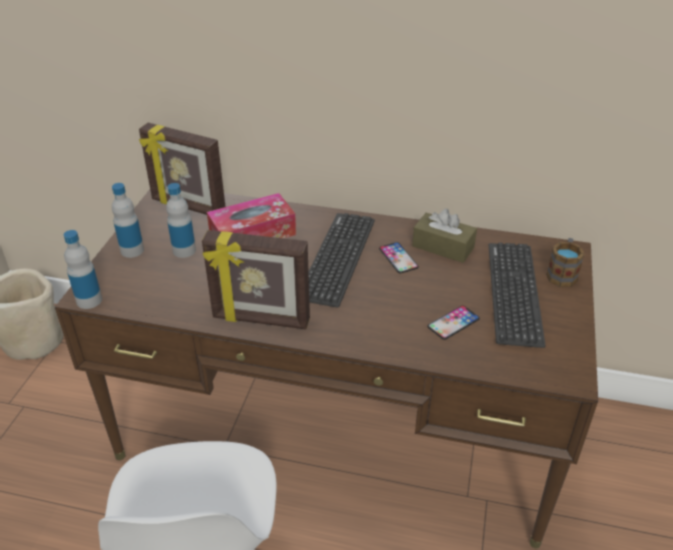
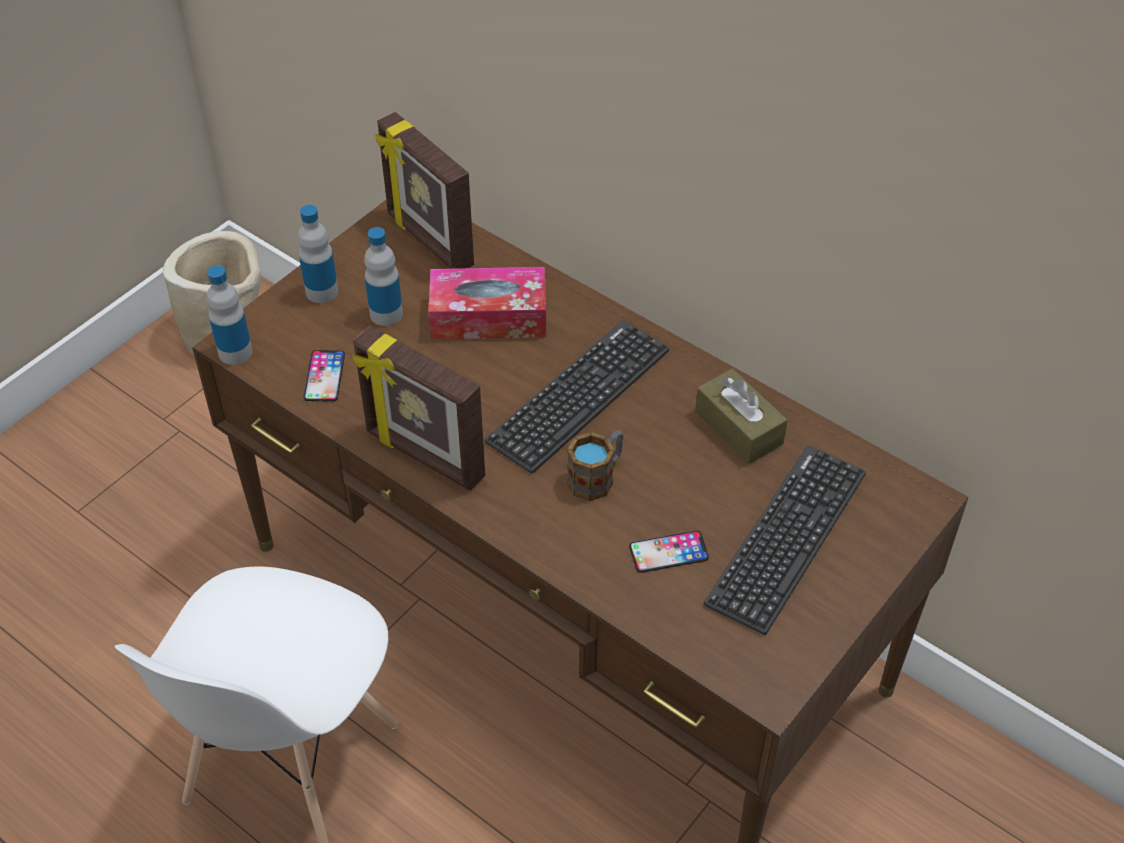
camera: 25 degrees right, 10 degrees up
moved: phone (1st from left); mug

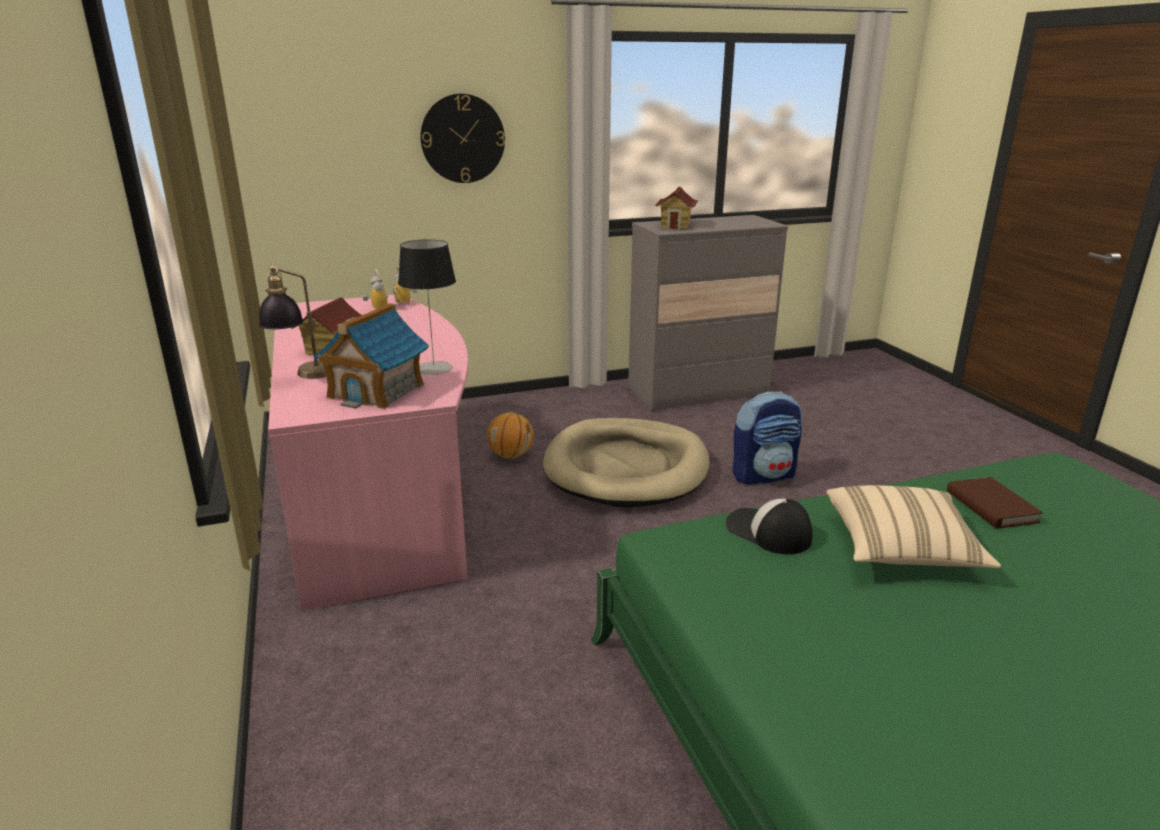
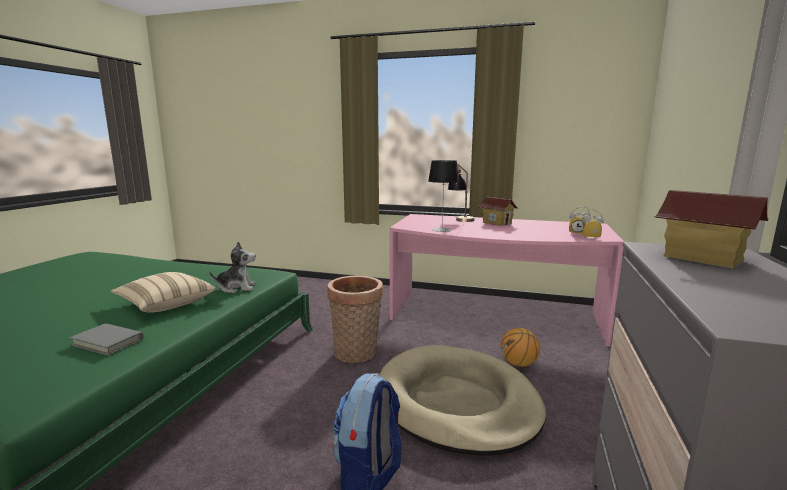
camera: 125 degrees right, 10 degrees down
removed: toy house (2nd from left); wall clock
added: basket
replaced: cap to plush toy
recoloured: book in brown to book in grey

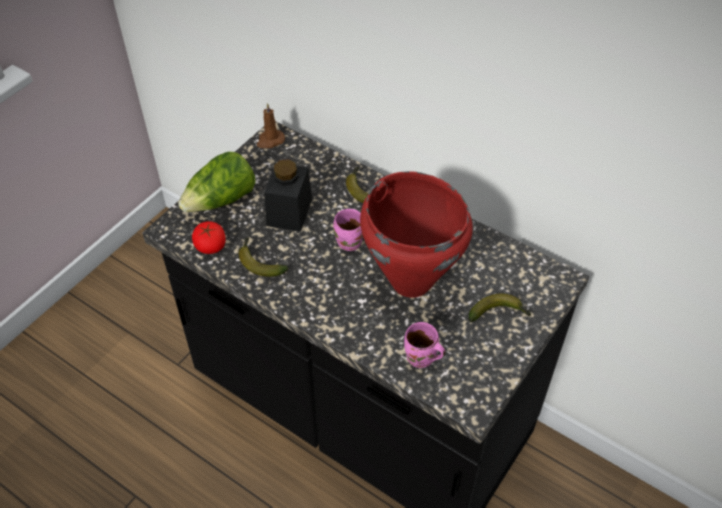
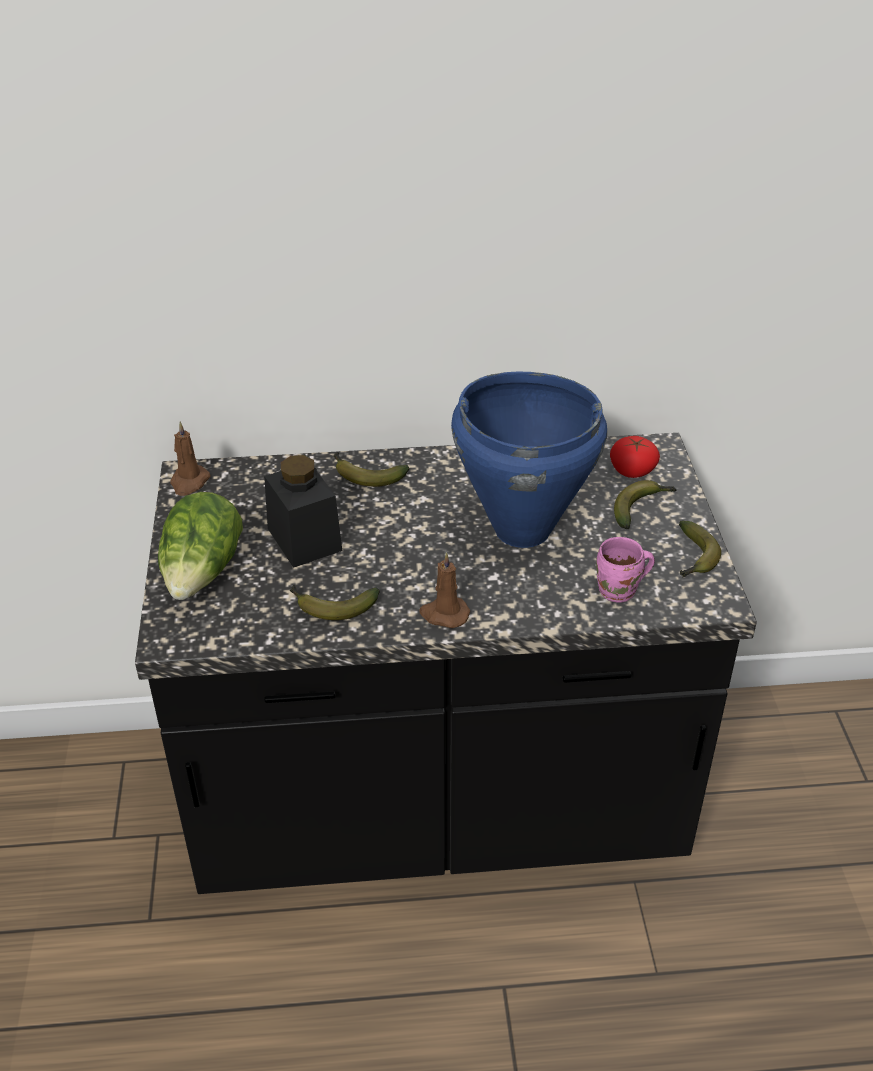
camera: 40 degrees left, 10 degrees down
removed: mug in pink (1st from left)
added: candle in brown (2nd from left); banana (4th from left)
moved: tomato
recoloured: cooking pot in red to cooking pot in blue

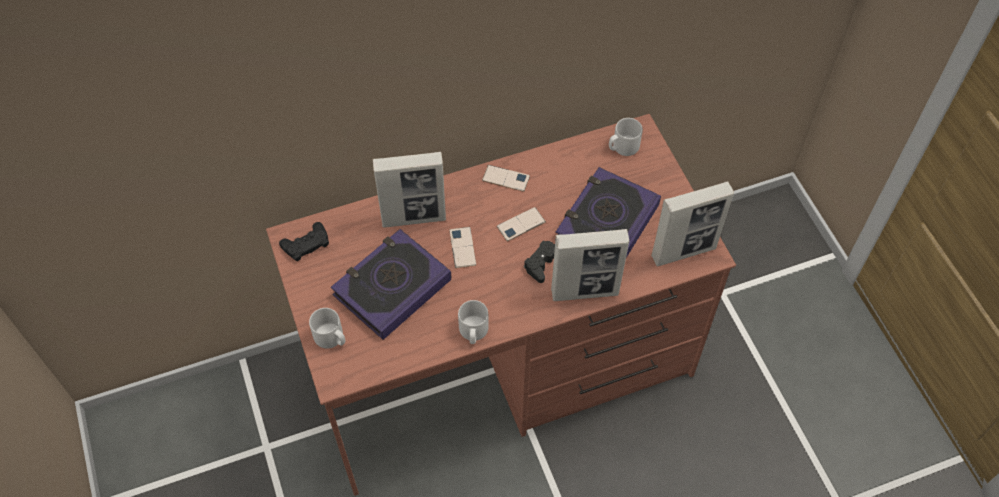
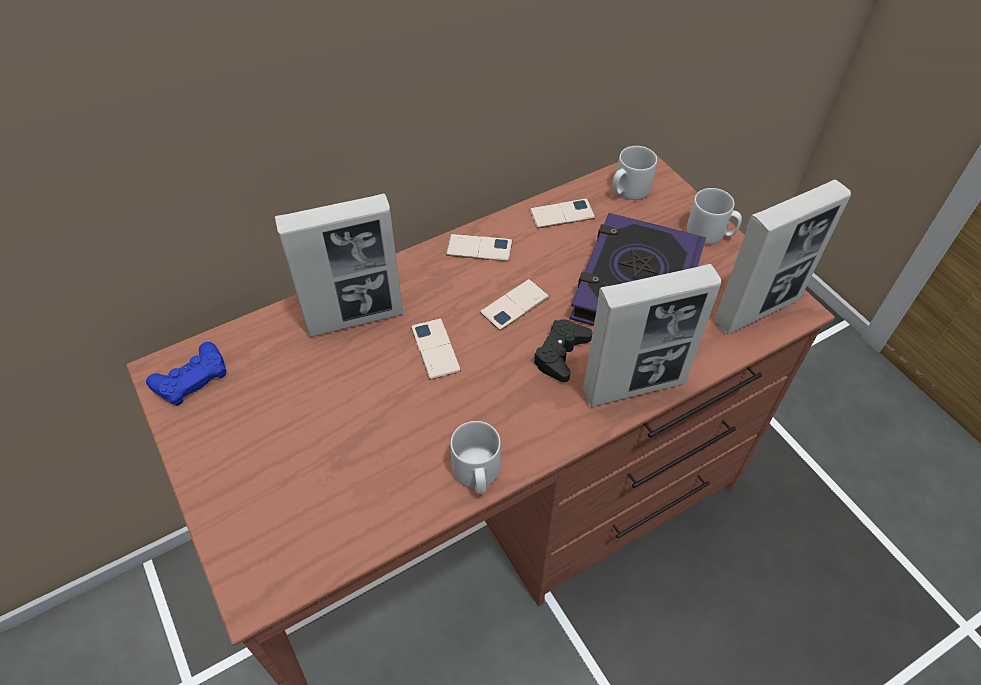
camera: 10 degrees left, 5 degrees down
removed: book (1st from left)
added: phone (4th from left)
moved: mug in grey (1st from left in the first image) to mug in grey (3rd from left)
recoloured: game controller in black (1st from left) to game controller in blue

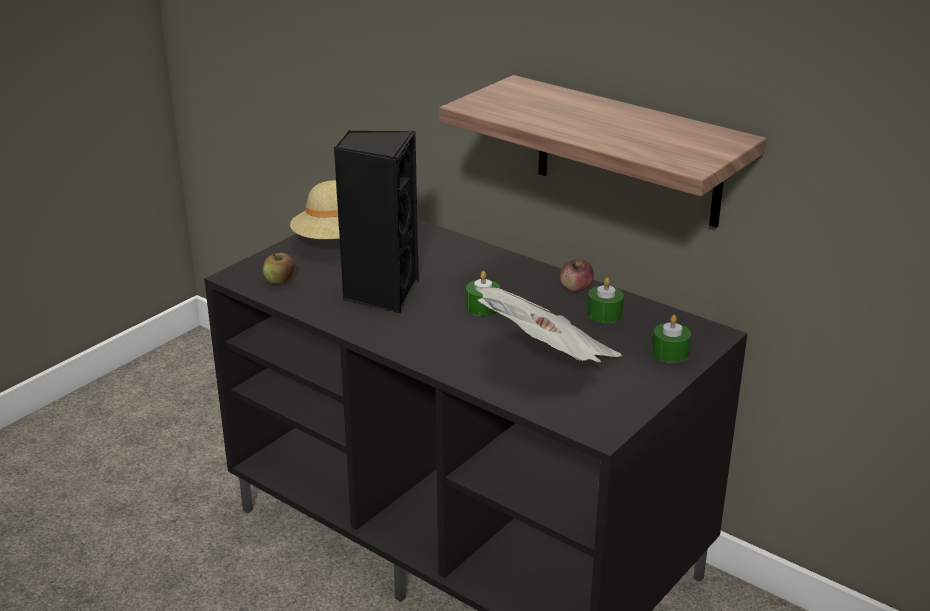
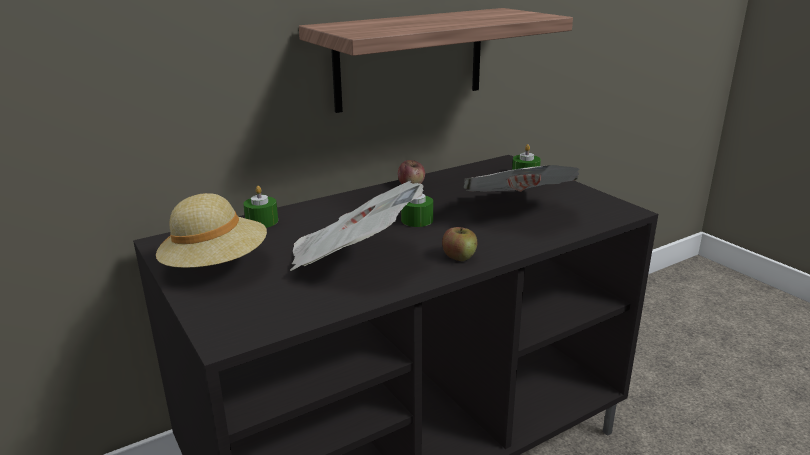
camera: 70 degrees left, 5 degrees down
moved: apple (1st from left in the first image) to apple (2nd from left); candle in green (2nd from left in the first image) to candle in green (1st from left)
replaced: speaker in black to newspaper (1st from left)

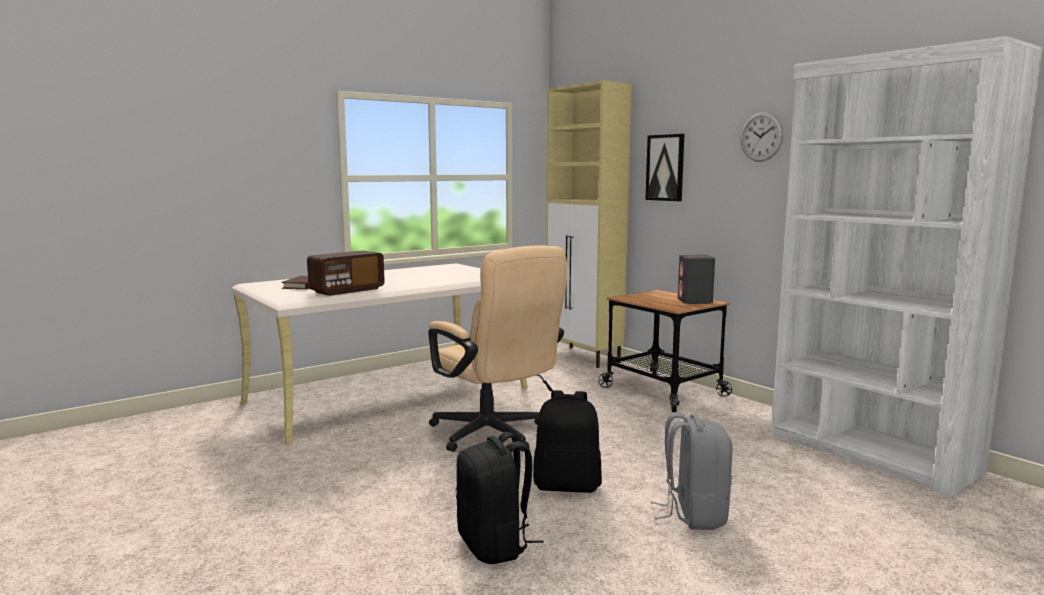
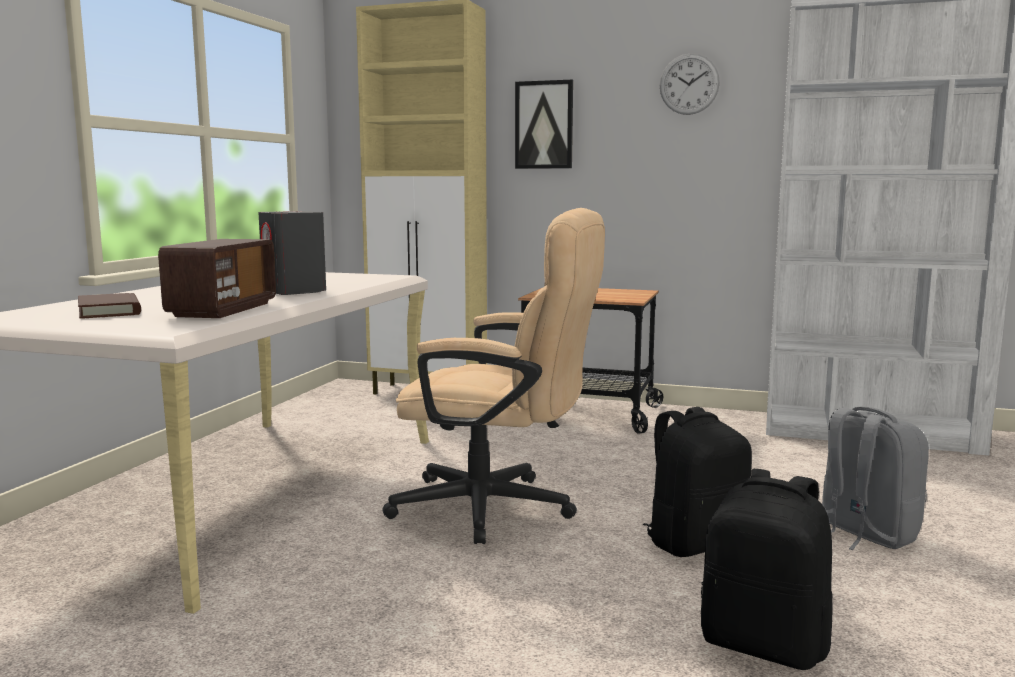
camera: 35 degrees left, 0 degrees up
moved: speaker in grey

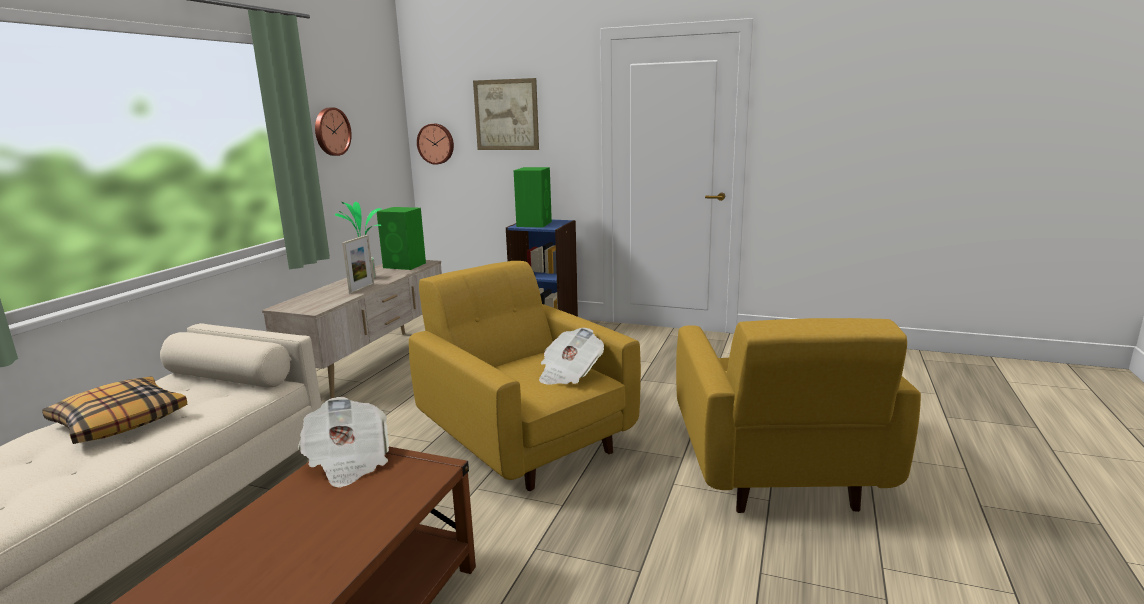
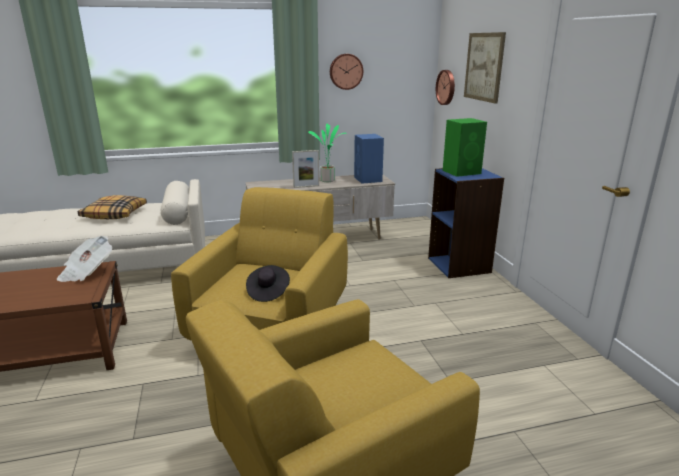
camera: 55 degrees right, 5 degrees up
replaced: newspaper (2nd from left) to hat in black
recoloured: speaker in green (1st from left) to speaker in blue

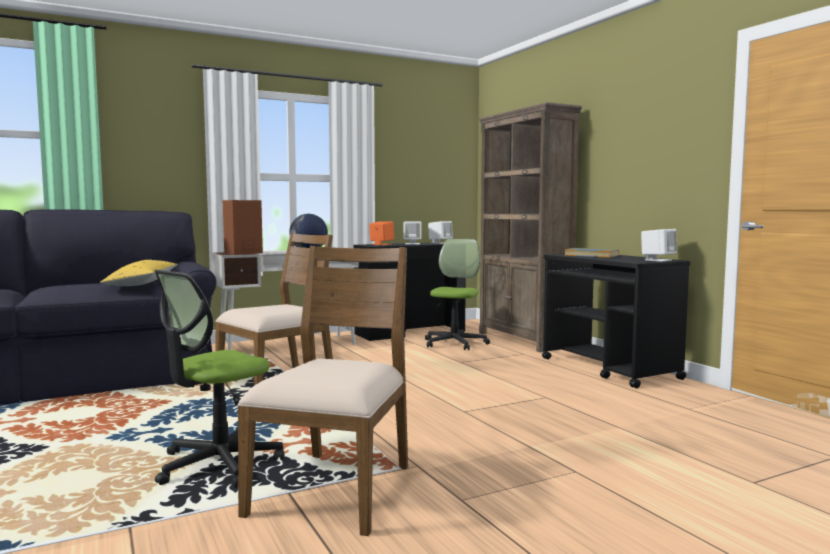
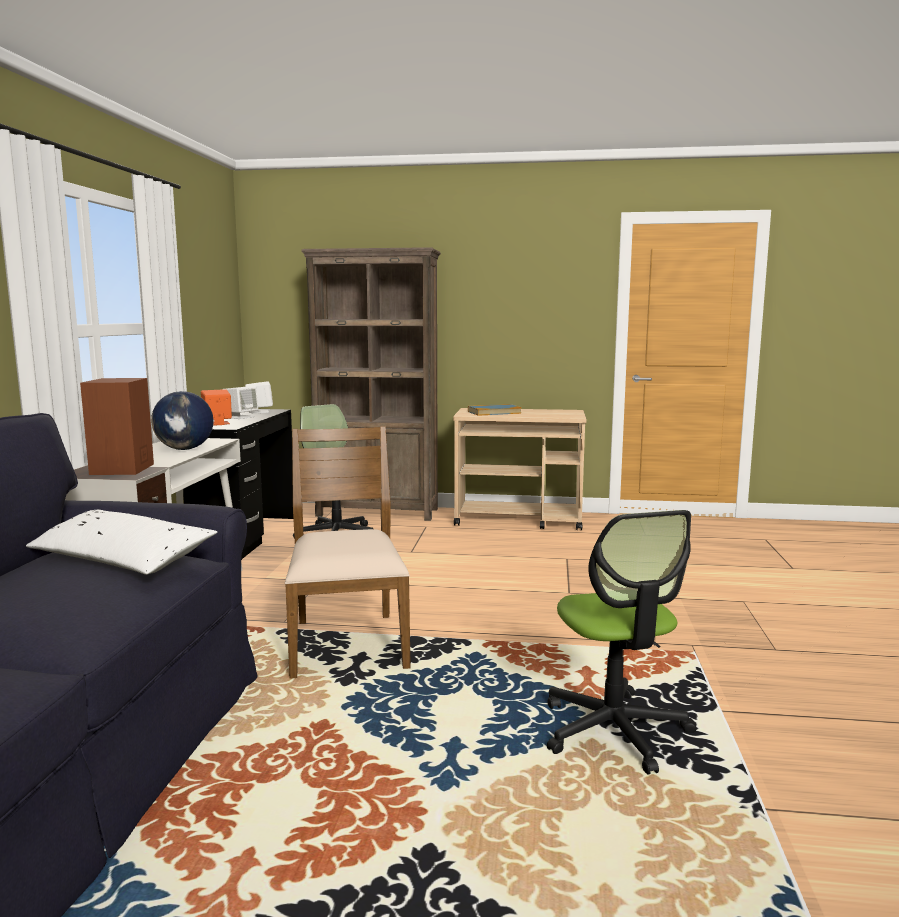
camera: 55 degrees left, 5 degrees up
removed: chair in brown (2nd from left); speaker in white (3rd from left)
recoloured: pillow in yellow to pillow in white; cart in black to cart in beige

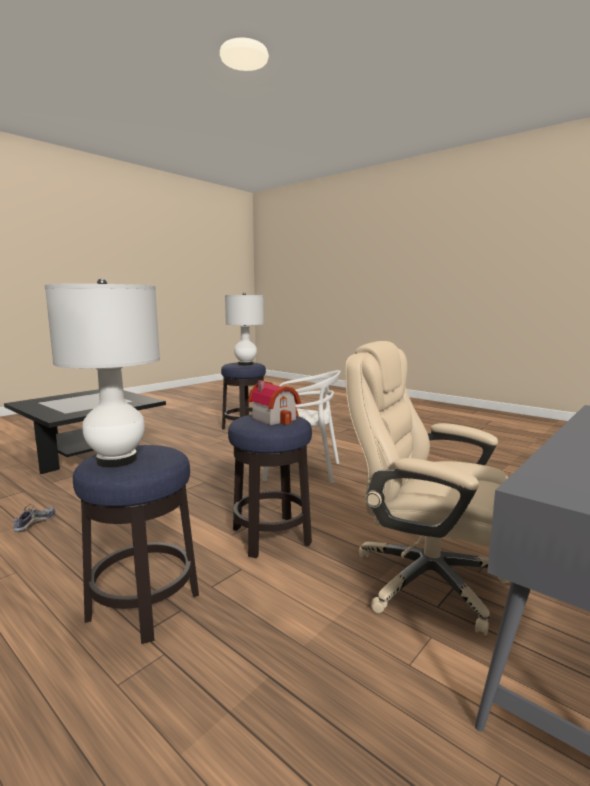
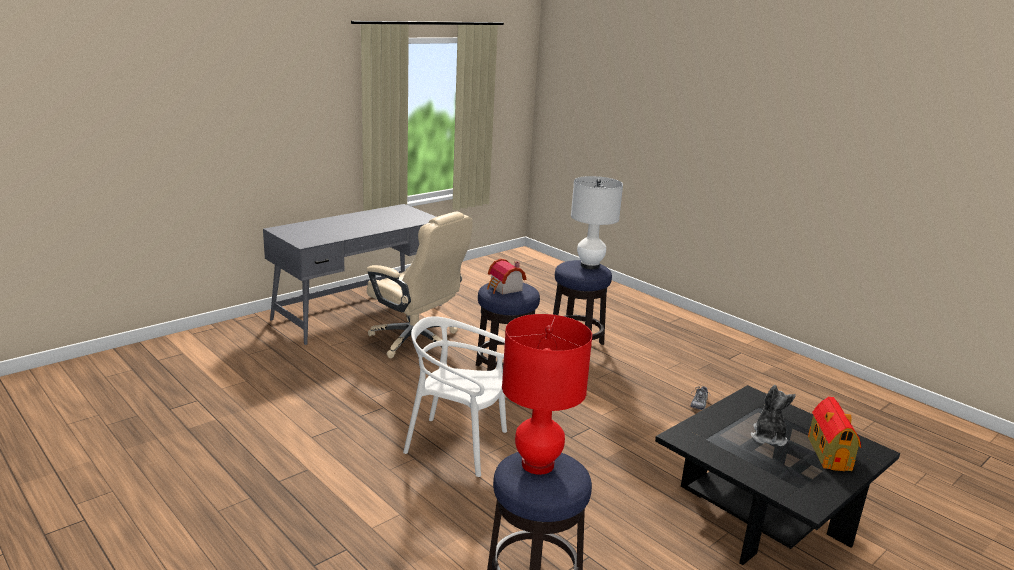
camera: 175 degrees left, 10 degrees up
added: plush toy; toy house (2nd from left)
recoloured: table lamp in white (2nd from left) to table lamp in red

